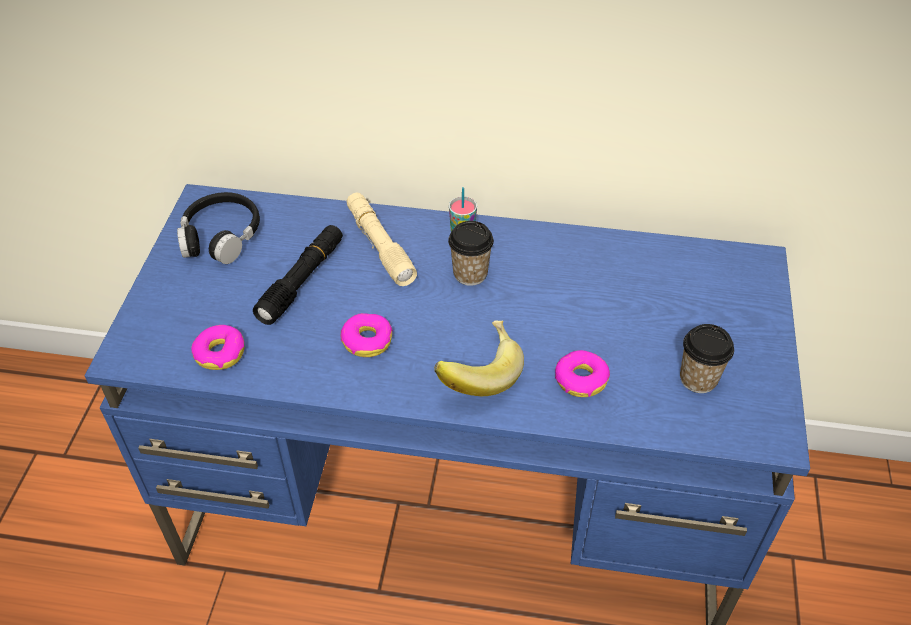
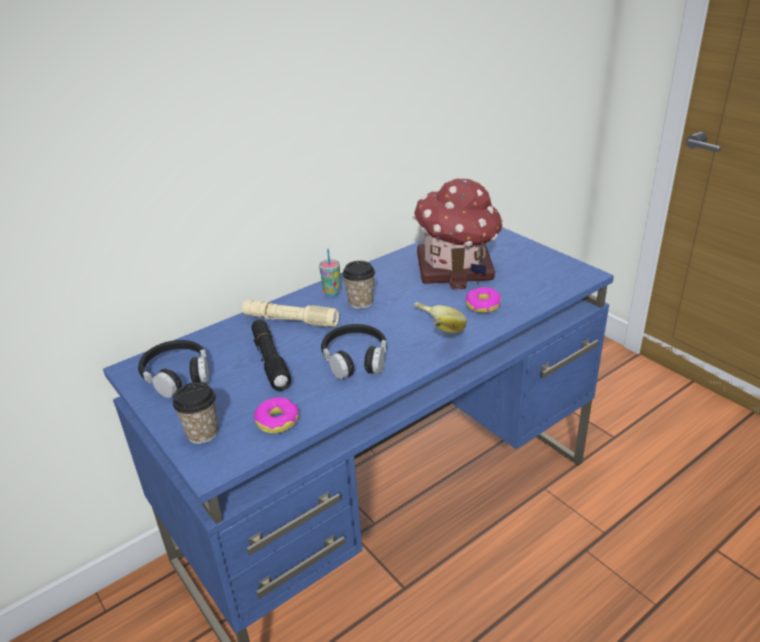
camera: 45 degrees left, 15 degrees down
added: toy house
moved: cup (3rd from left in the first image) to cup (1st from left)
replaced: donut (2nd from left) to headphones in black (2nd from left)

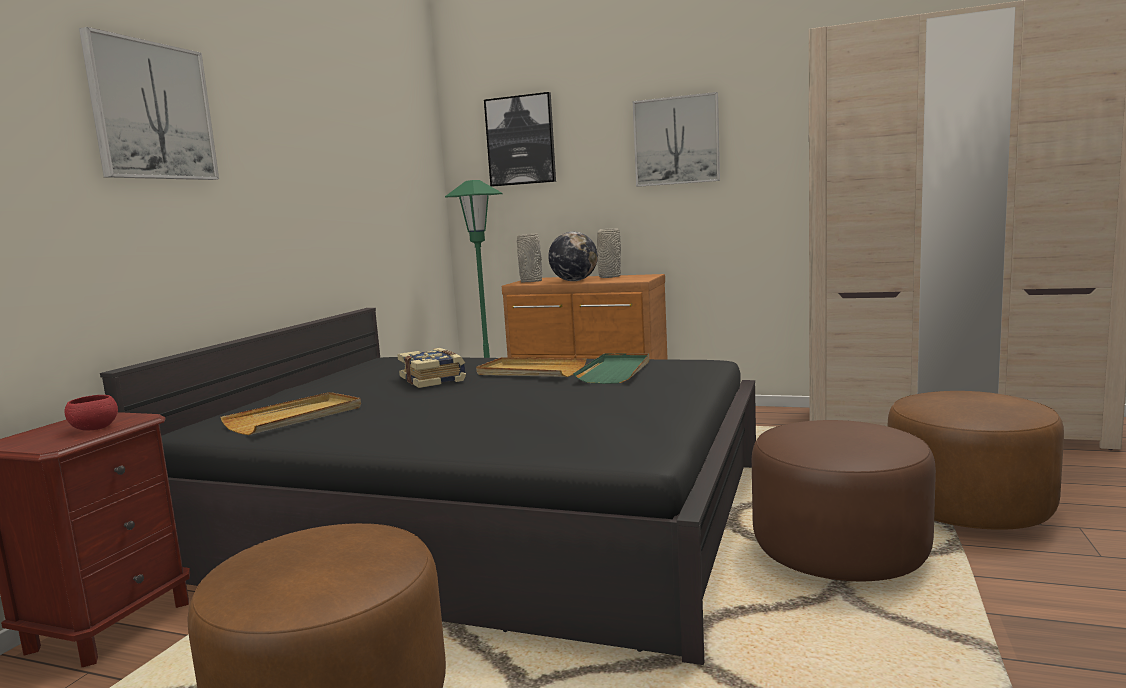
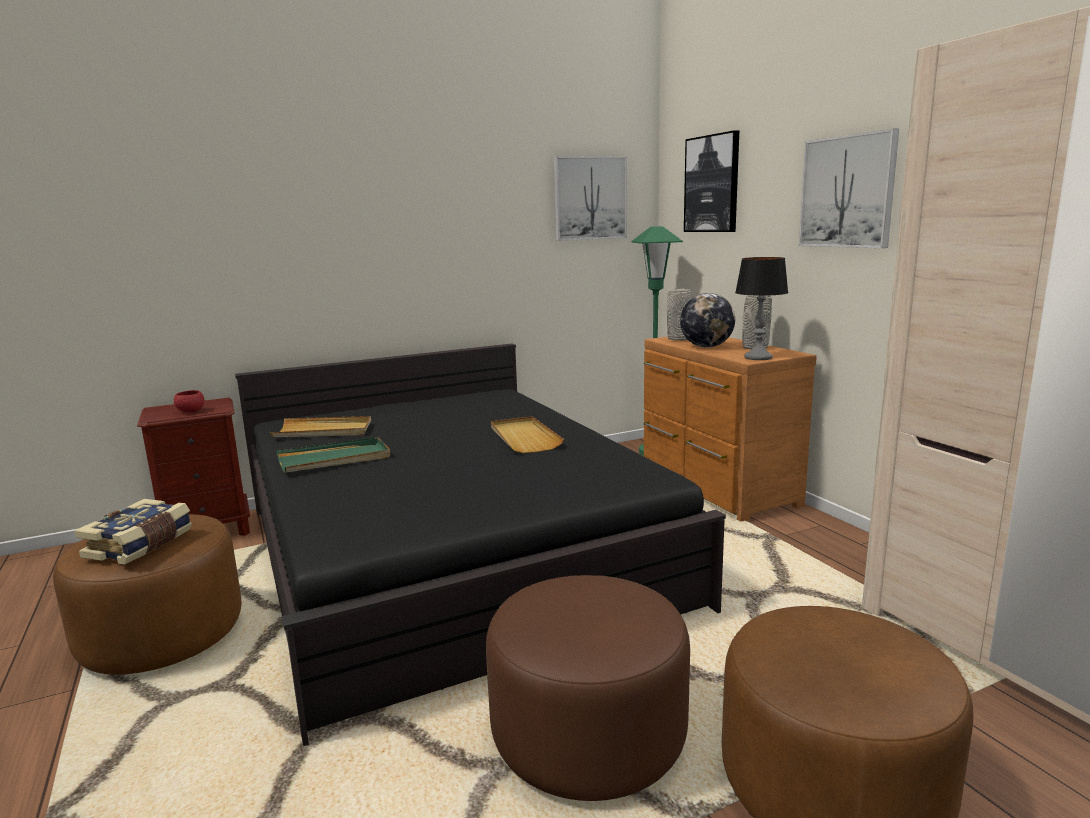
camera: 45 degrees right, 5 degrees up
added: table lamp
moved: picture (1st from left); book; tray in green

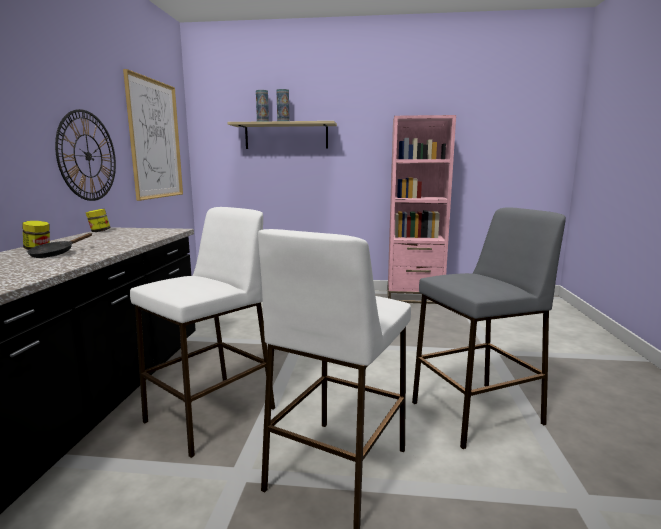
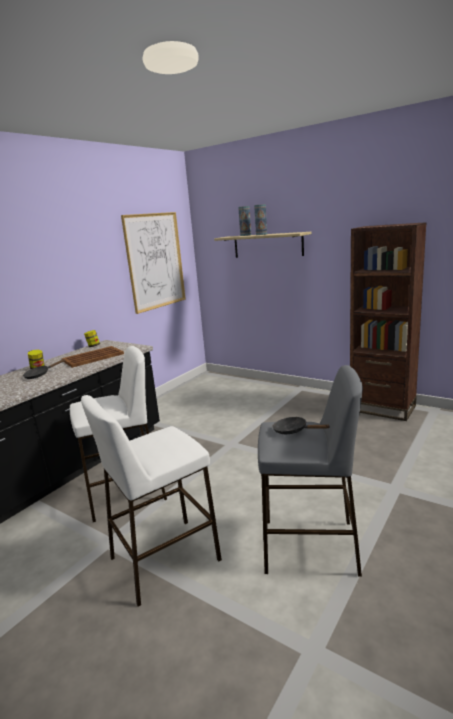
camera: 30 degrees right, 5 degrees up
removed: wall clock
added: tray in brown; frying pan in black (2nd from left)
recoloured: bookcase in pink to bookcase in brown

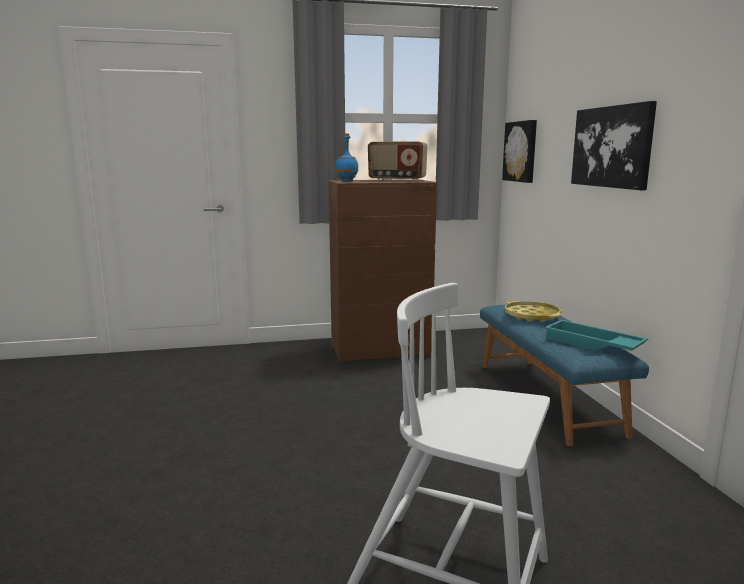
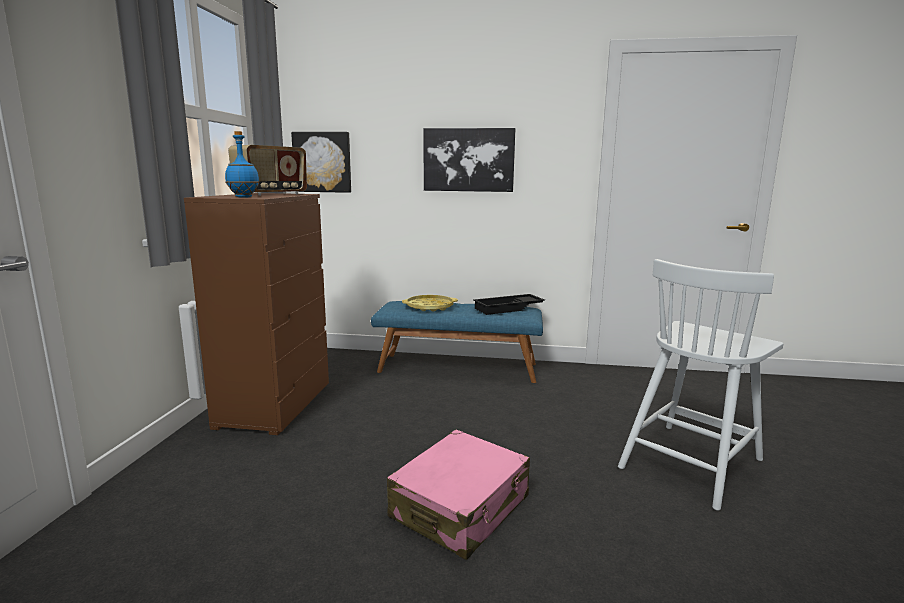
camera: 70 degrees left, 0 degrees up
added: suitcase in pink
recoloured: tray in turquoise to tray in black

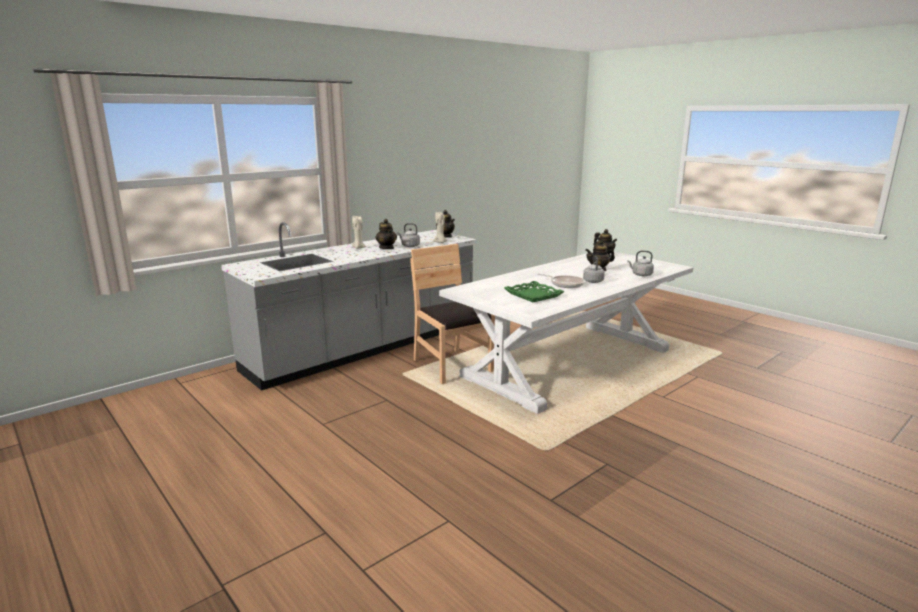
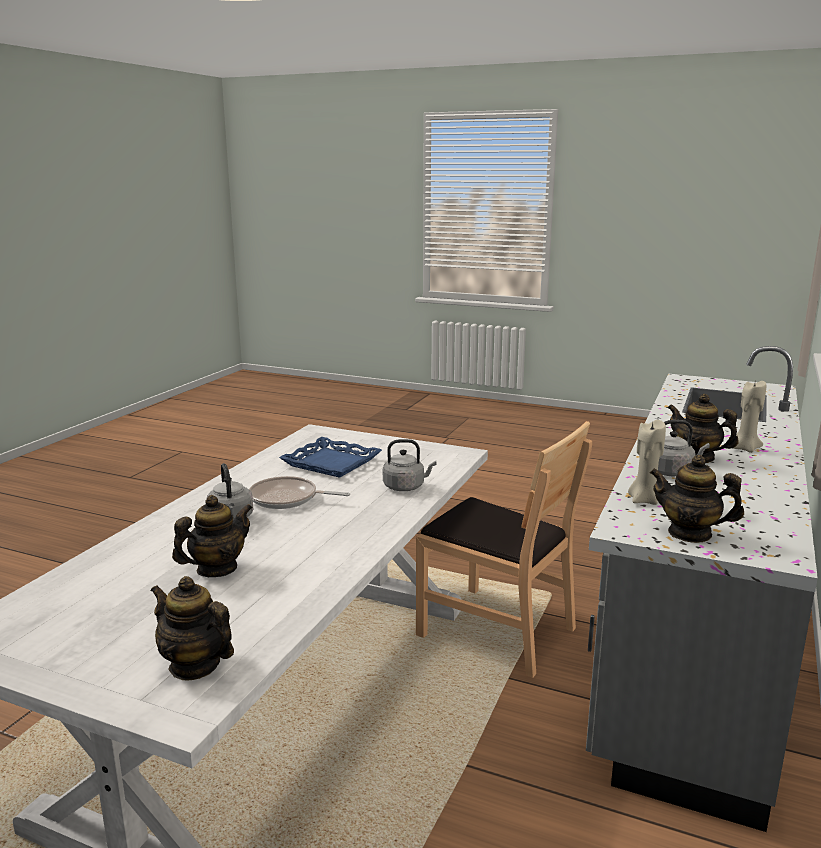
camera: 155 degrees right, 0 degrees up
moved: kettle in grey (3rd from left in the first image) to kettle in grey (2nd from left)
recoloured: tray in green to tray in blue

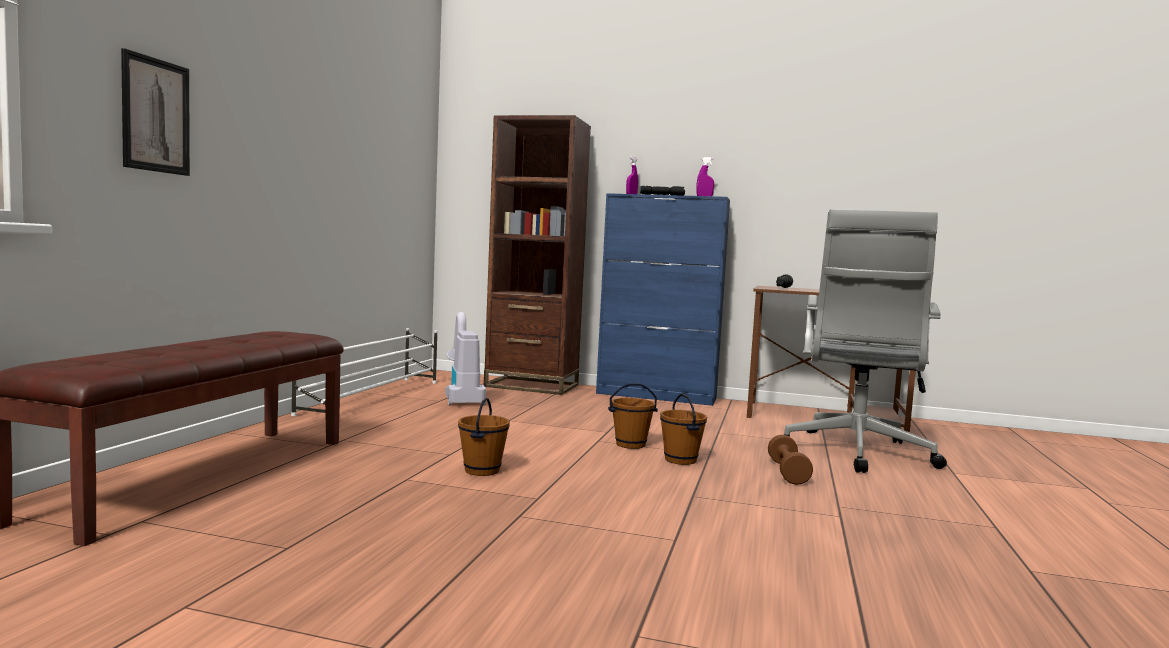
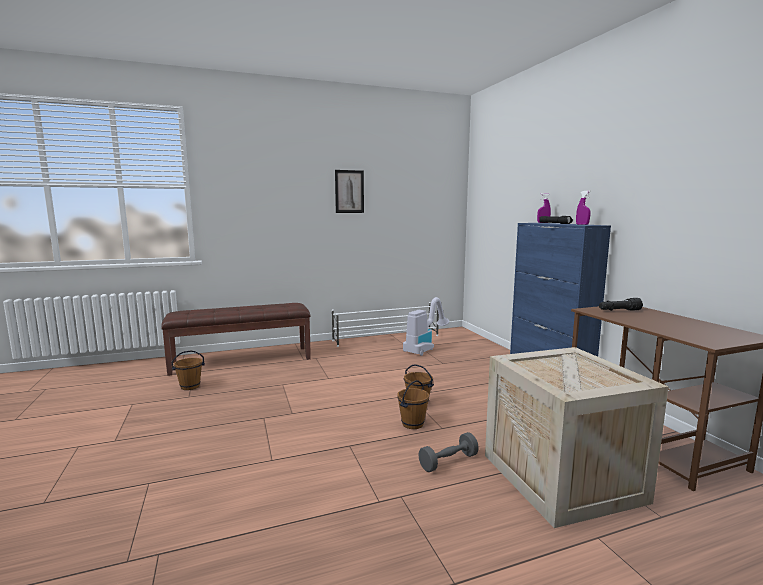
camera: 55 degrees right, 5 degrees up
removed: bookcase in brown
moved: picture; bucket in brown (1st from left)
replaced: office chair in grey to crate
recoloured: dumbbell in brown to dumbbell in grey

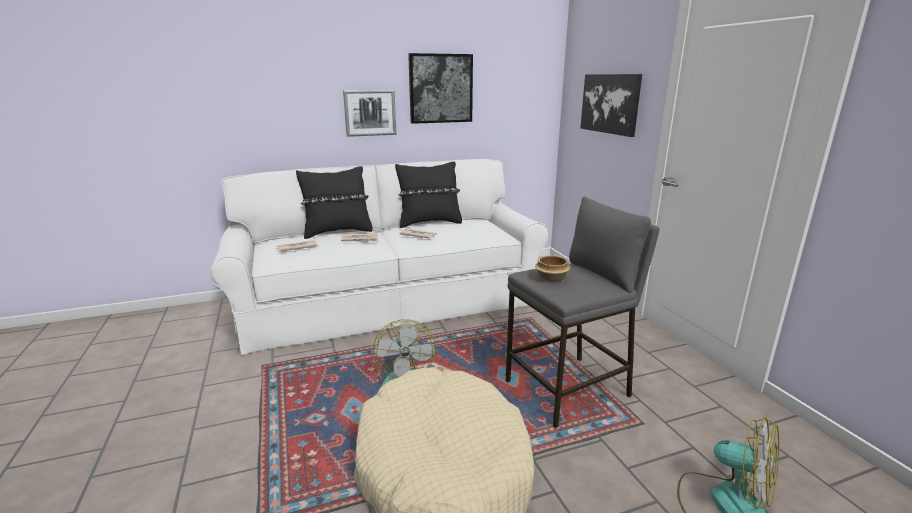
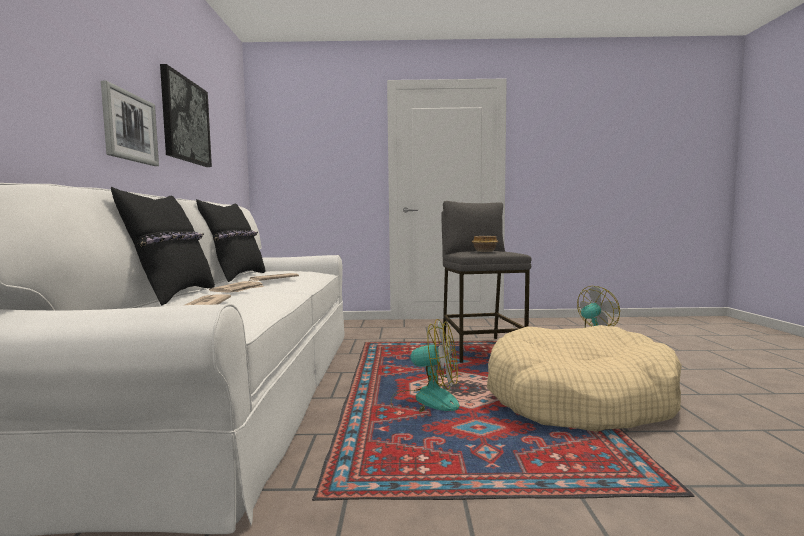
camera: 70 degrees left, 15 degrees down
removed: picture (3rd from left)

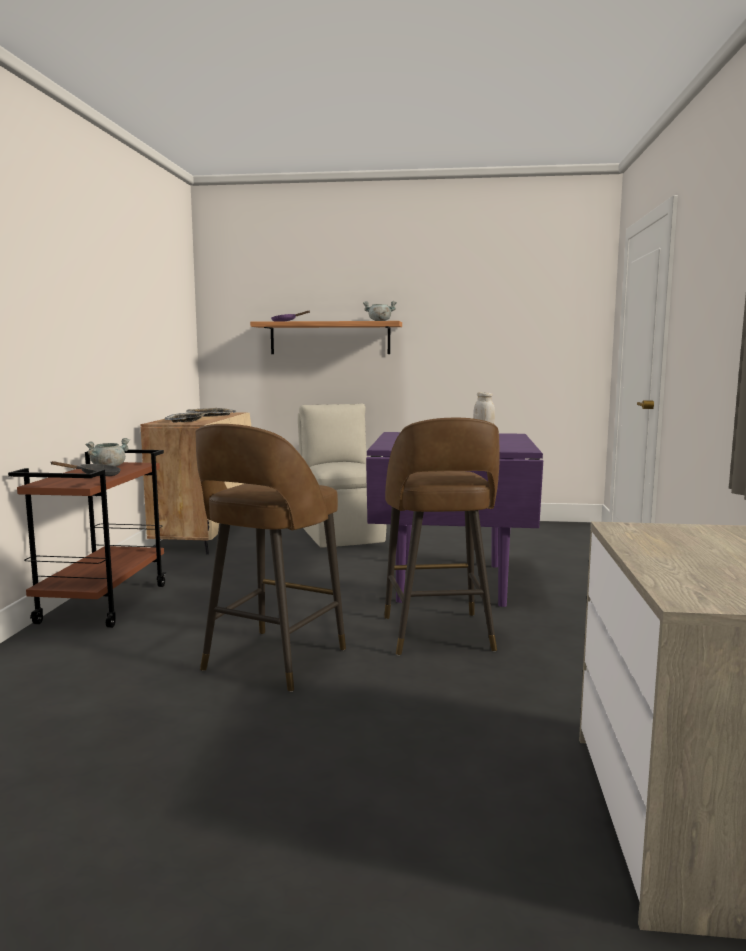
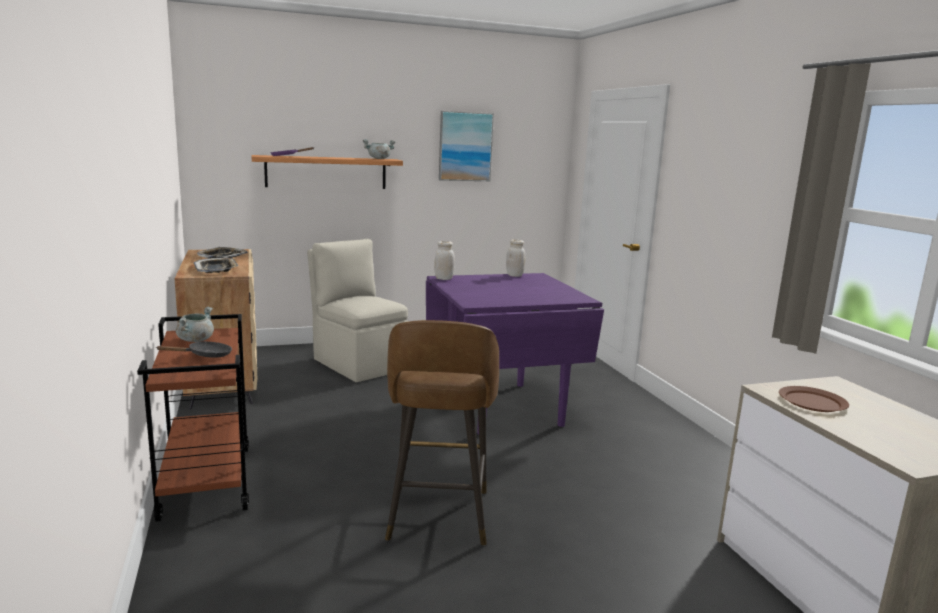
camera: 25 degrees left, 5 degrees up
removed: stool in brown (2nd from left)
added: jar in white (1st from left); picture; plate in brown

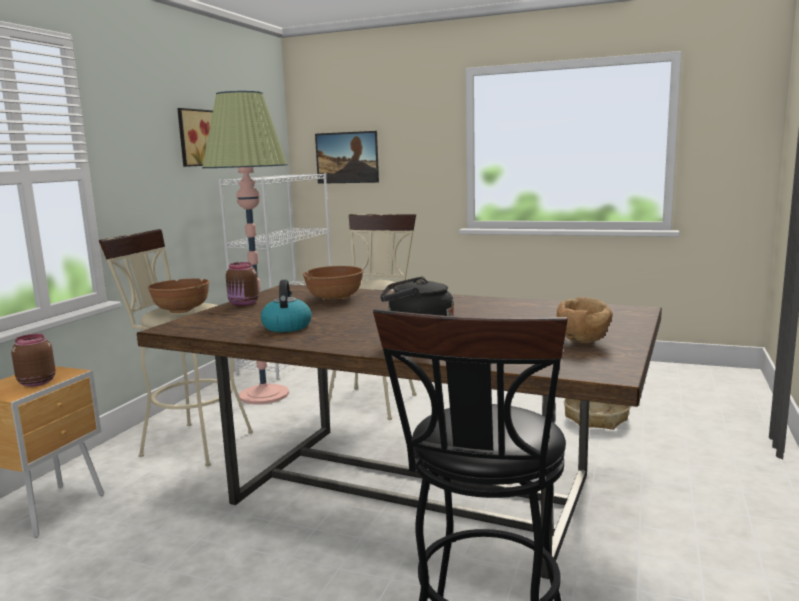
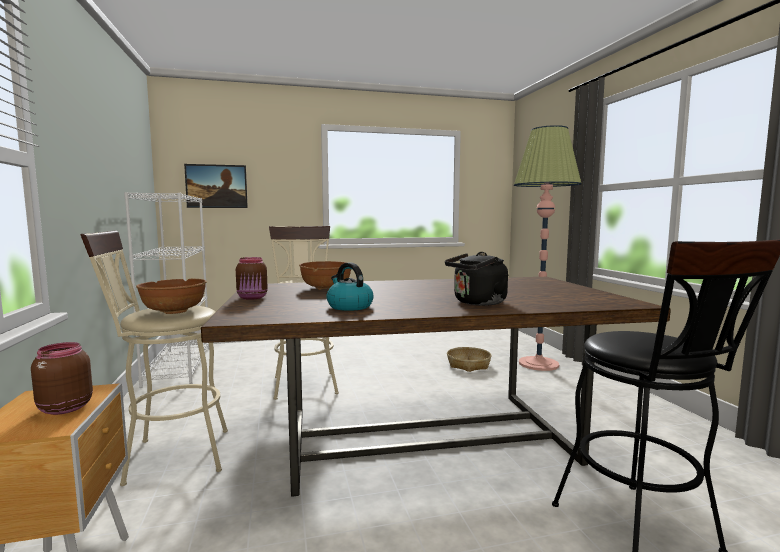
camera: 35 degrees left, 5 degrees down
removed: picture (1st from left); bowl in brown (3rd from left)
moved: floor lamp

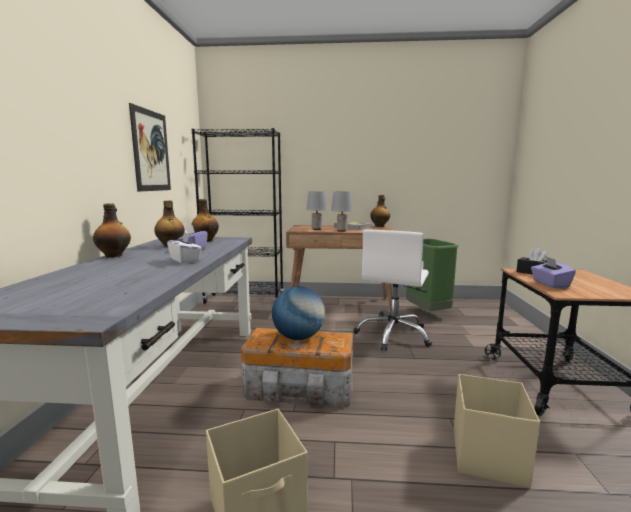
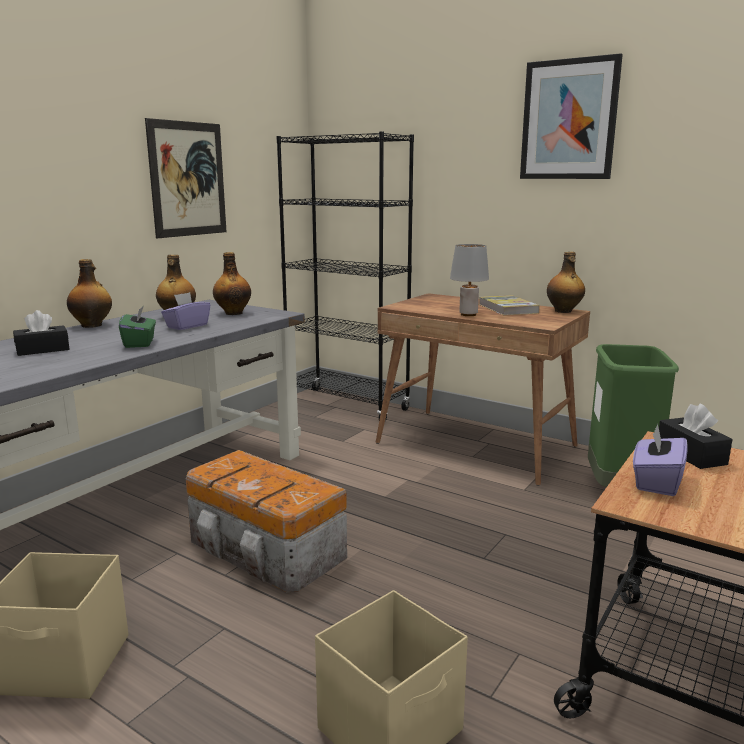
camera: 30 degrees right, 5 degrees up
removed: globe; table lamp in grey (1st from left); office chair in white
added: tissue box in black (1st from left); picture (2nd from left)
recoloured: tissue box in white to tissue box in green

